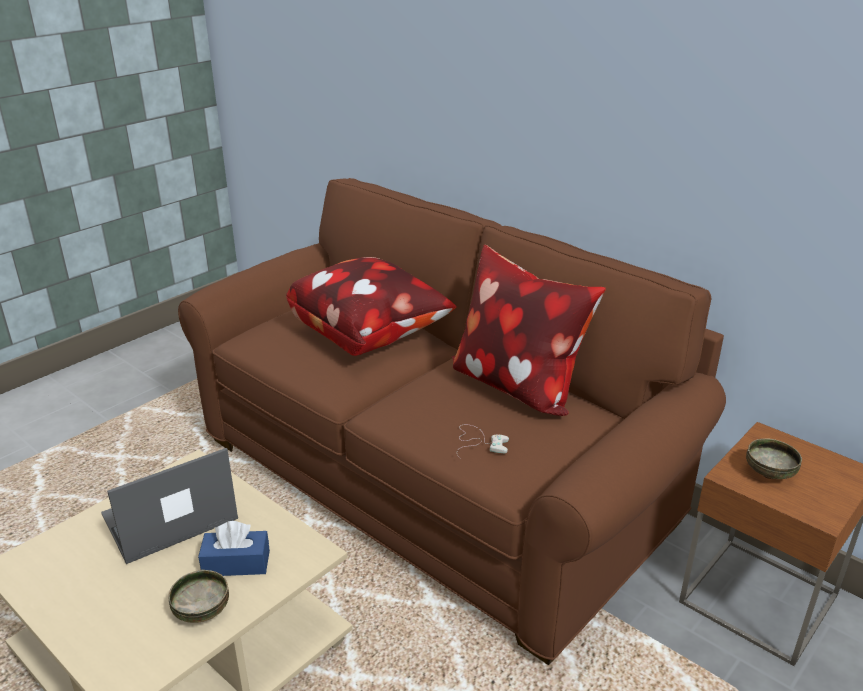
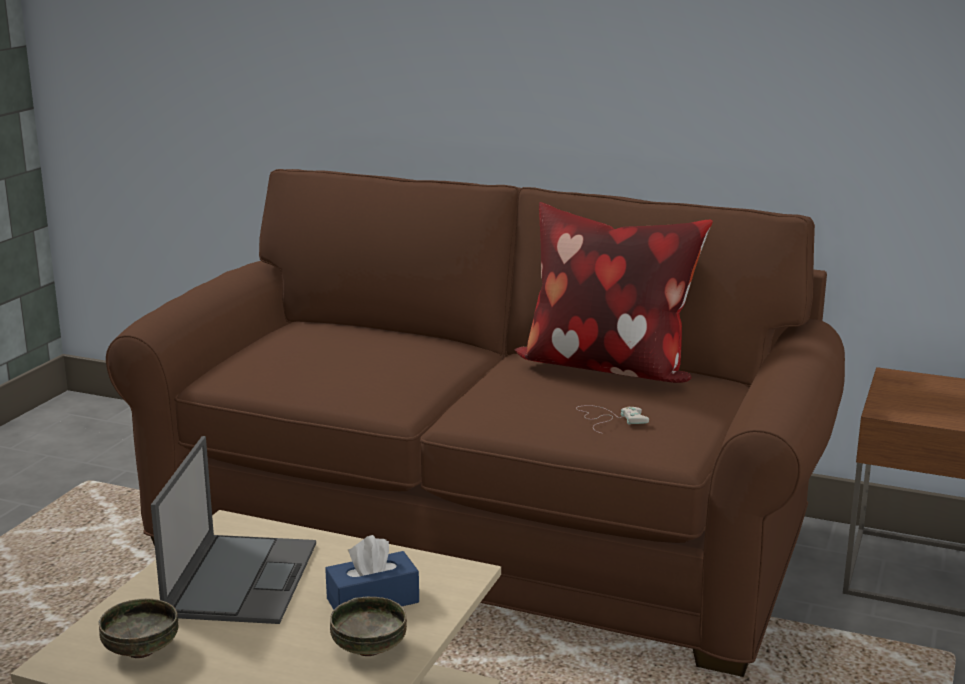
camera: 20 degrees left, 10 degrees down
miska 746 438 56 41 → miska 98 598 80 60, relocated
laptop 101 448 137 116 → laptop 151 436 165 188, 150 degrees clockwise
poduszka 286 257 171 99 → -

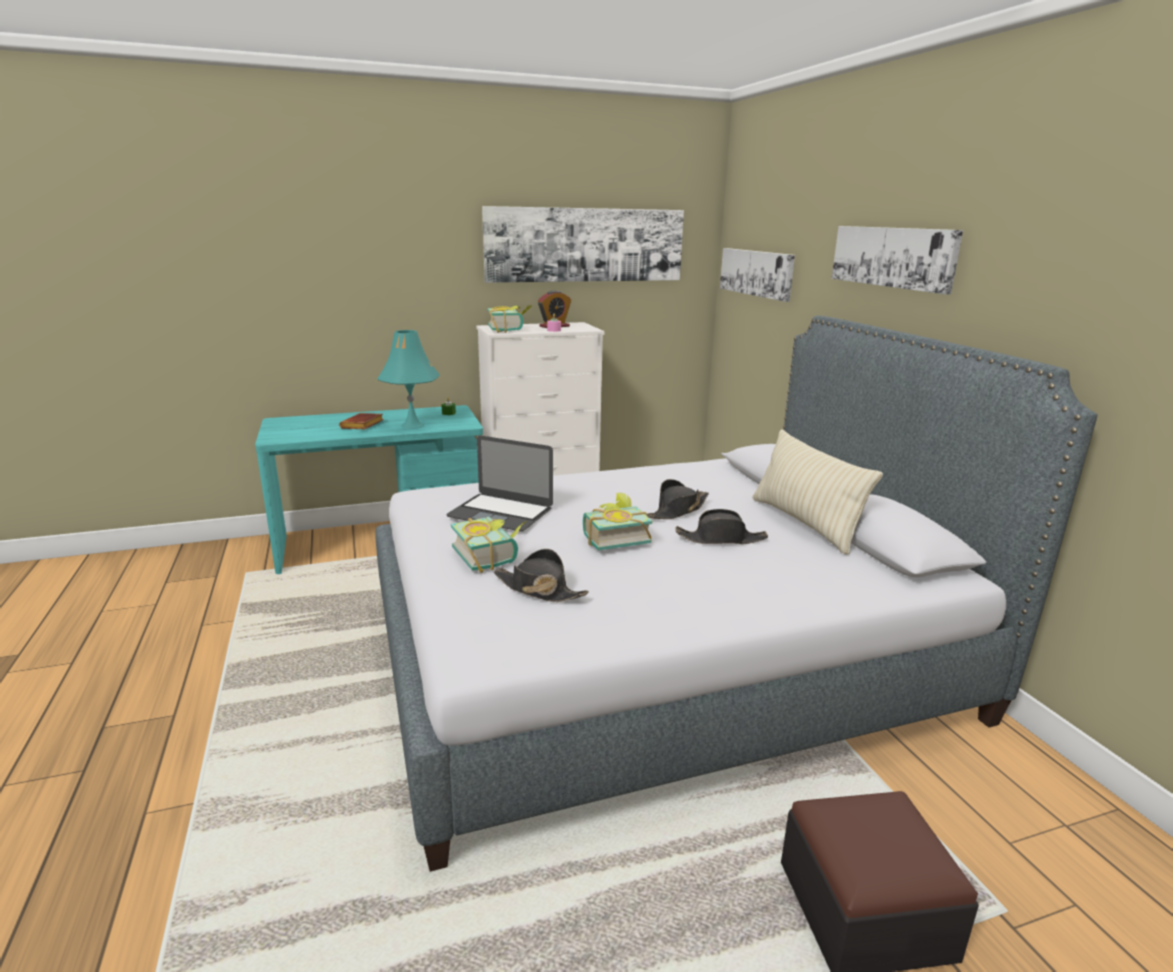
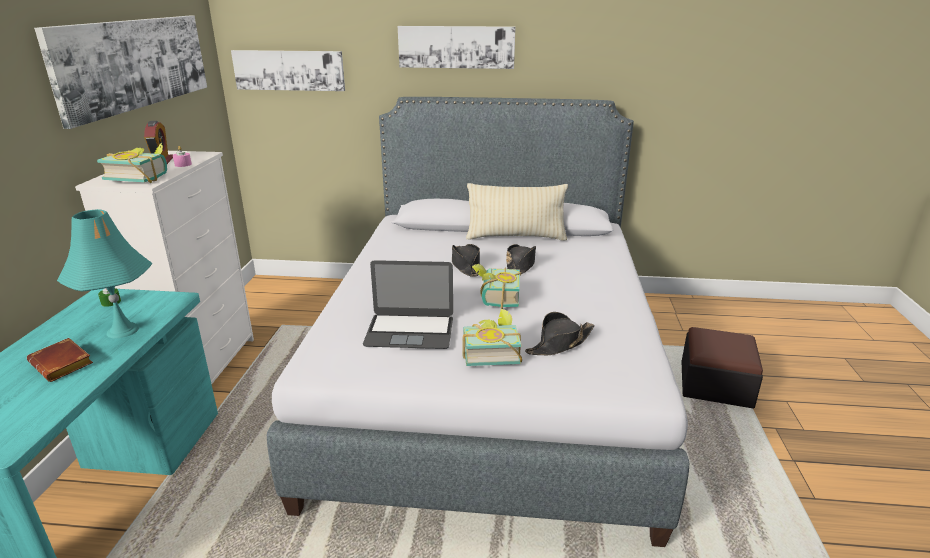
camera: 65 degrees left, 5 degrees up
laptop 446 435 107 96 → laptop 363 260 90 89, 45 degrees clockwise

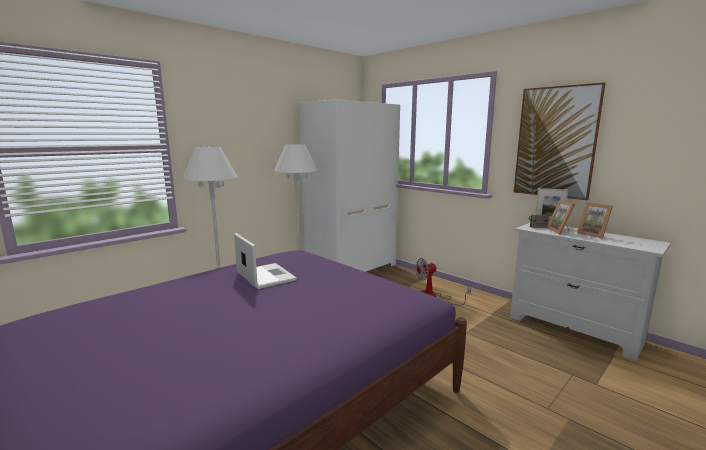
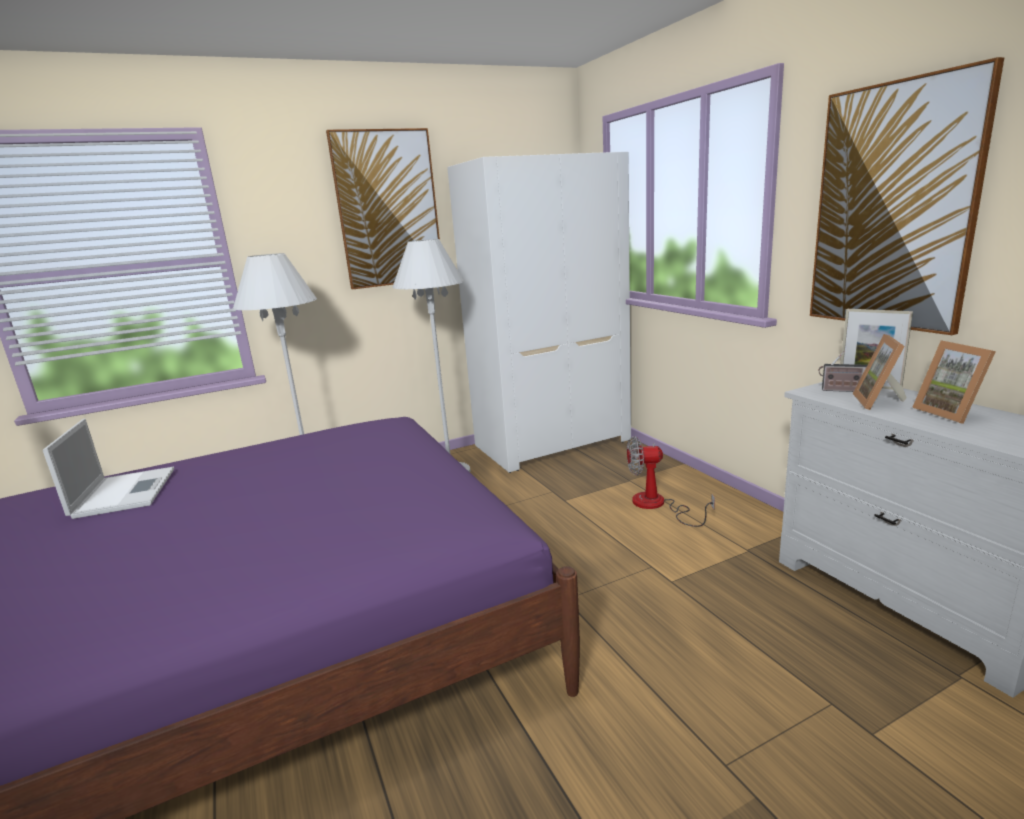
camera: 20 degrees right, 5 degrees up
laptop 234 233 63 56 → laptop 43 419 131 100, relocated
- → obraz 326 128 114 162

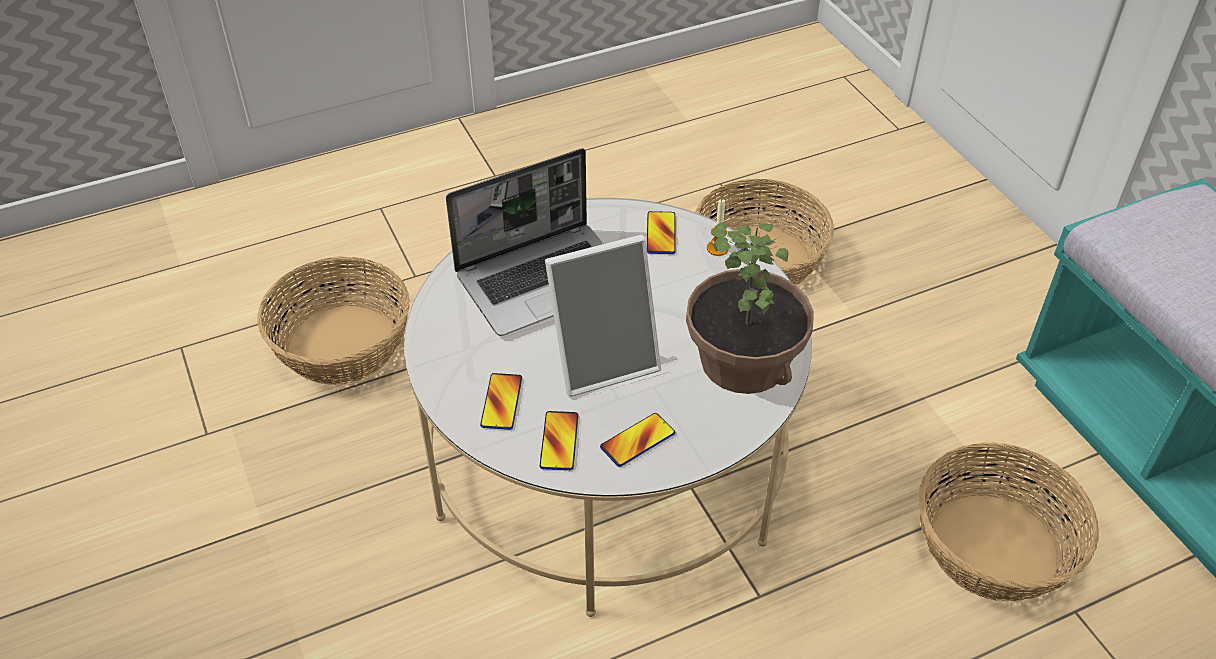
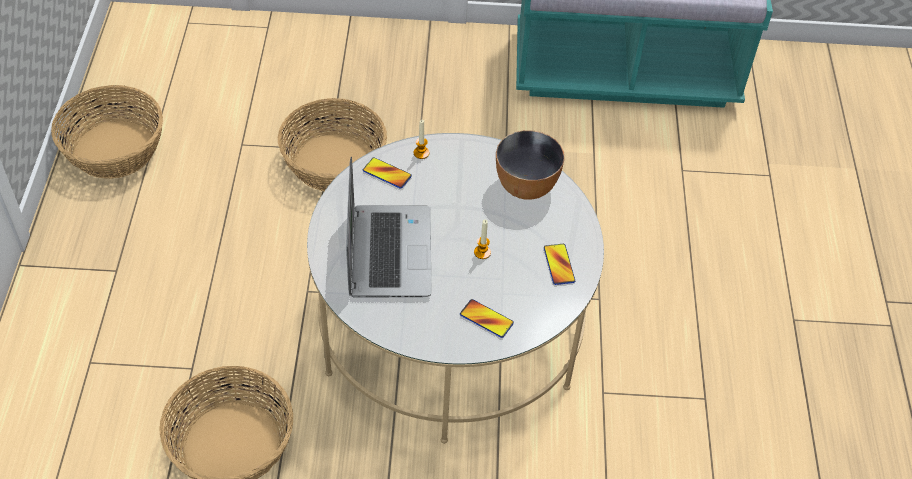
camera: 65 degrees left, 5 degrees up
koszyk 919 442 180 159 → koszyk 51 85 112 94, relocated
ramka na zdjęcie 545 235 116 162 → świeca 474 219 17 40
roślina doniczkowa 686 222 128 172 → miska 496 130 69 70
telefon 540 411 38 59 → -

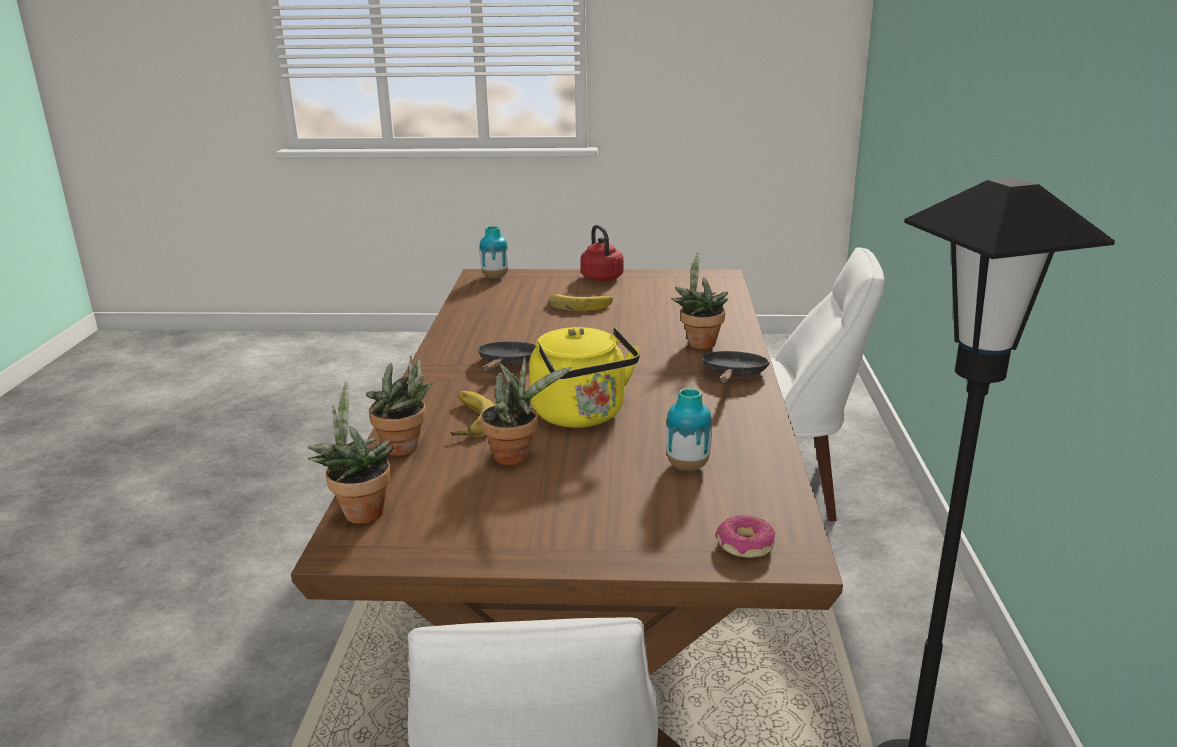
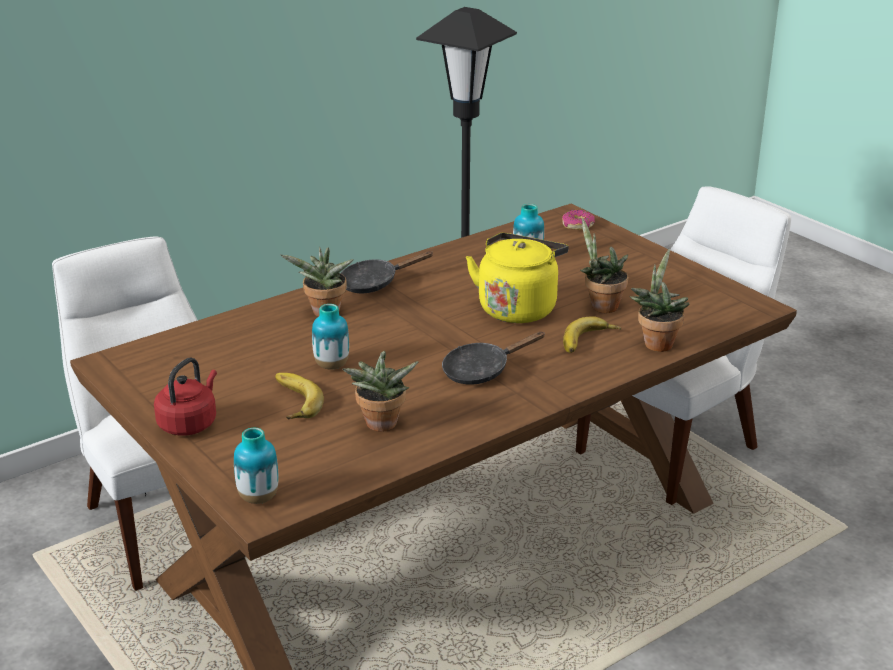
camera: 130 degrees left, 5 degrees up
- → wazon 312 304 37 65
roślina doniczkowa 308 381 85 143 → roślina doniczkowa 342 351 77 81, relocated

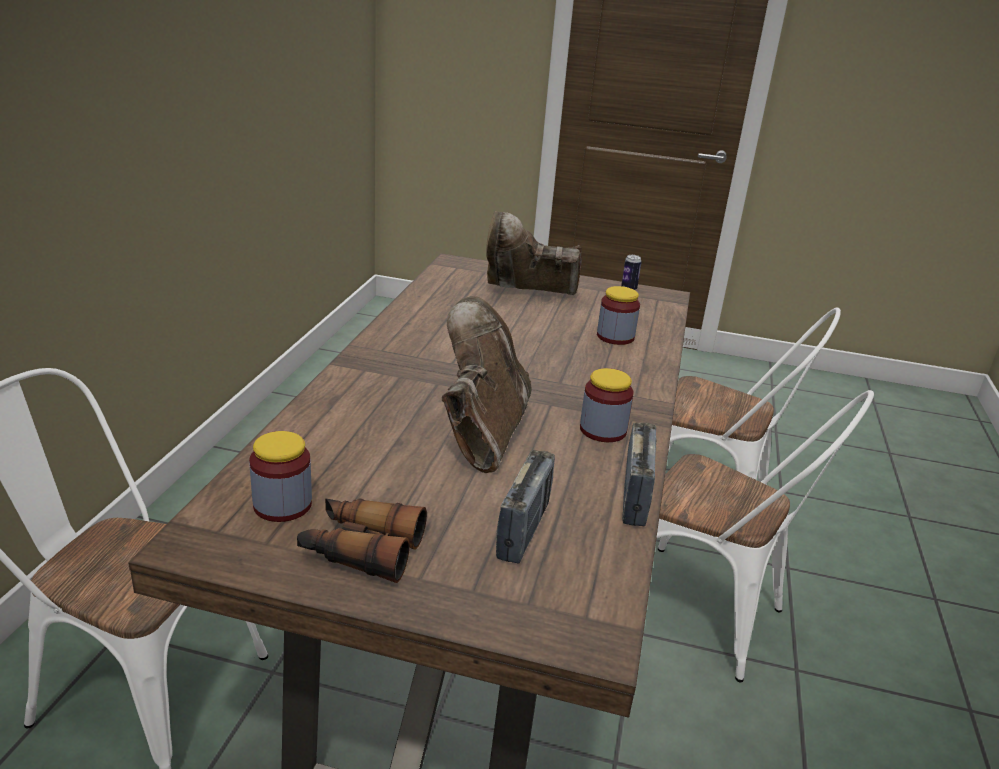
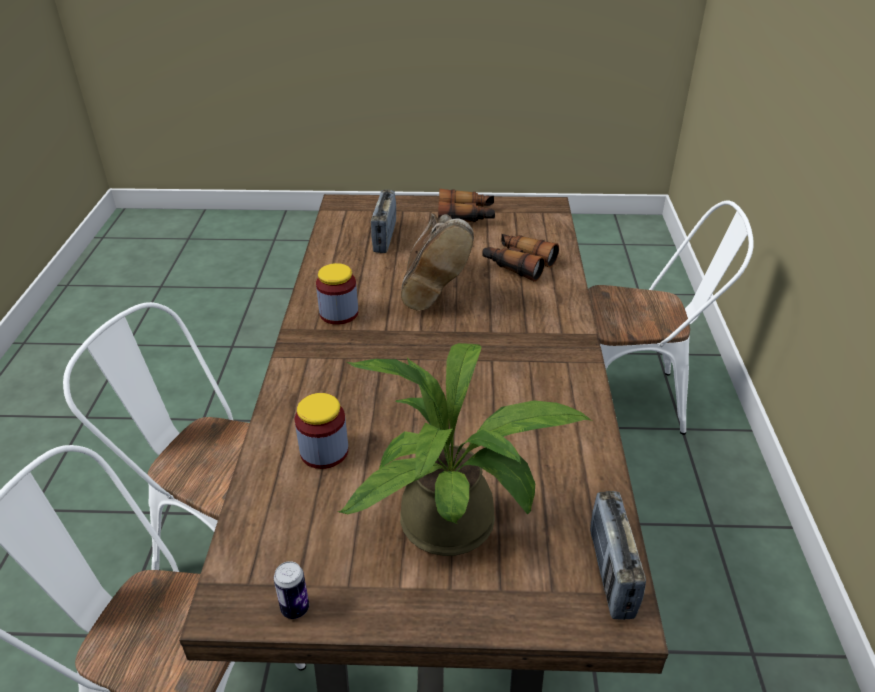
camera: 170 degrees right, 10 degrees up
but z cholewką (brązowy) 486 211 96 84 → roślina doniczkowa 338 343 254 213
- → lornetka 482 234 77 48
radio 622 422 34 104 → radio 590 491 56 129, relocated
słoik 249 431 63 91 → -

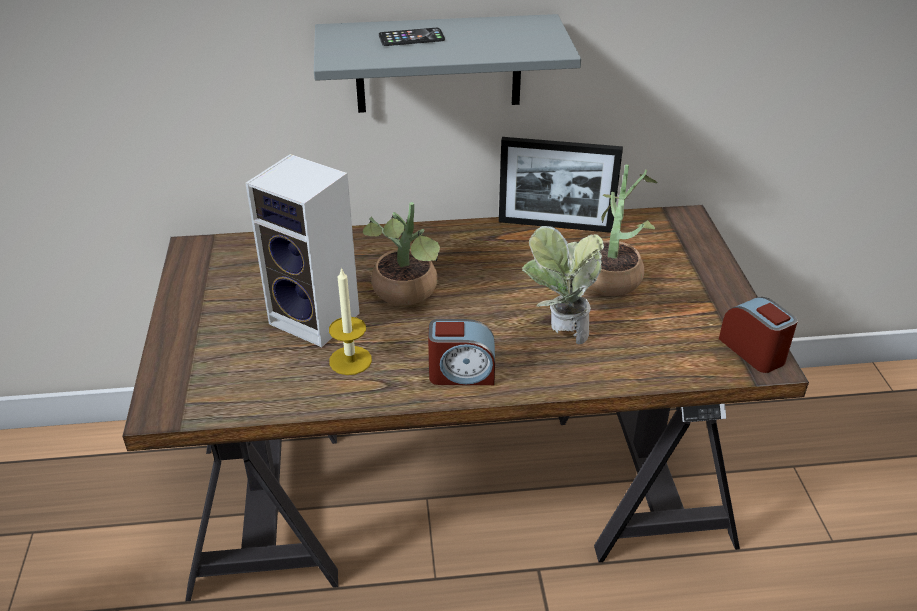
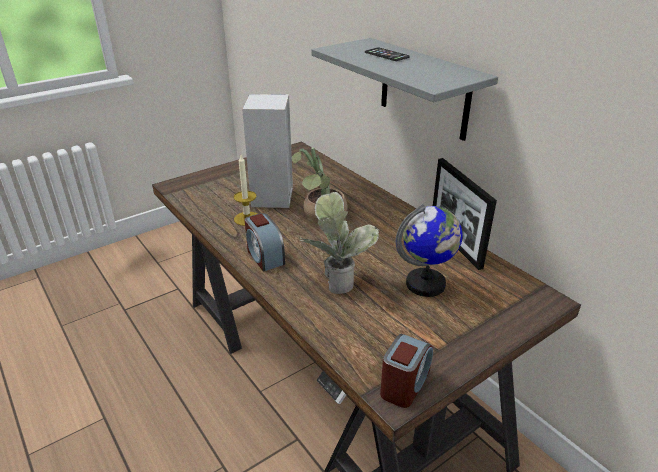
camera: 60 degrees right, 5 degrees down
roślina doniczkowa 588 165 70 131 → globus 396 204 67 93

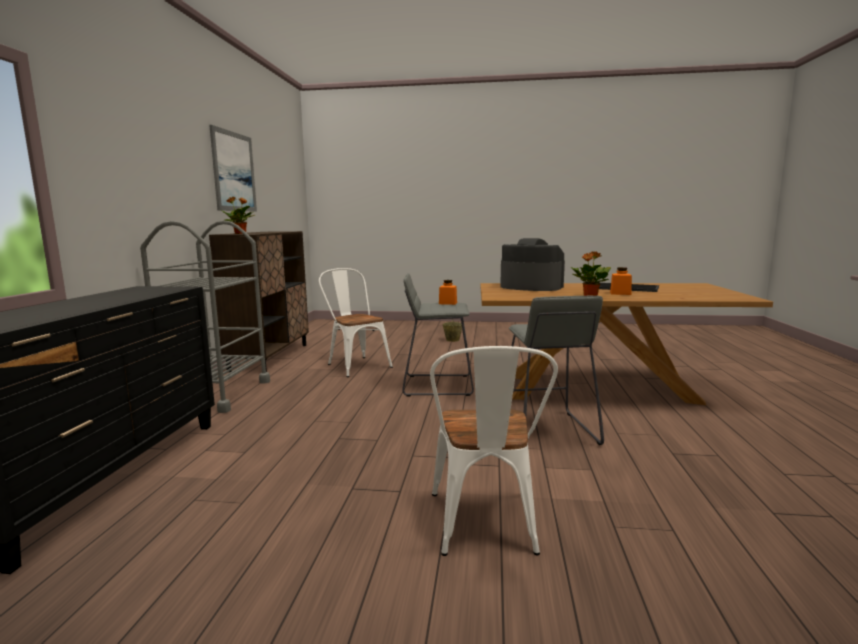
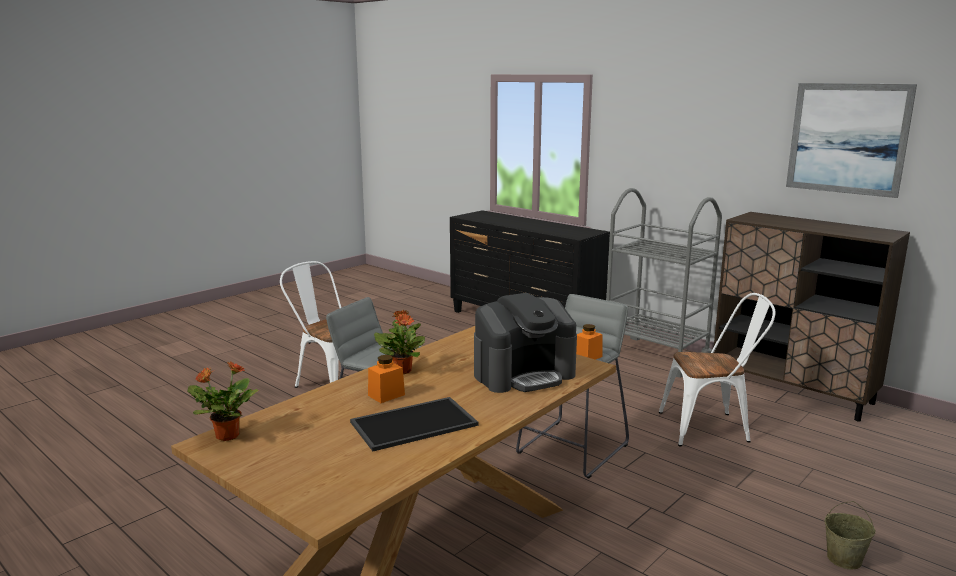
camera: 125 degrees right, 5 degrees up
roślina doniczkowa 222 197 33 37 → roślina doniczkowa 188 361 70 80, relocated

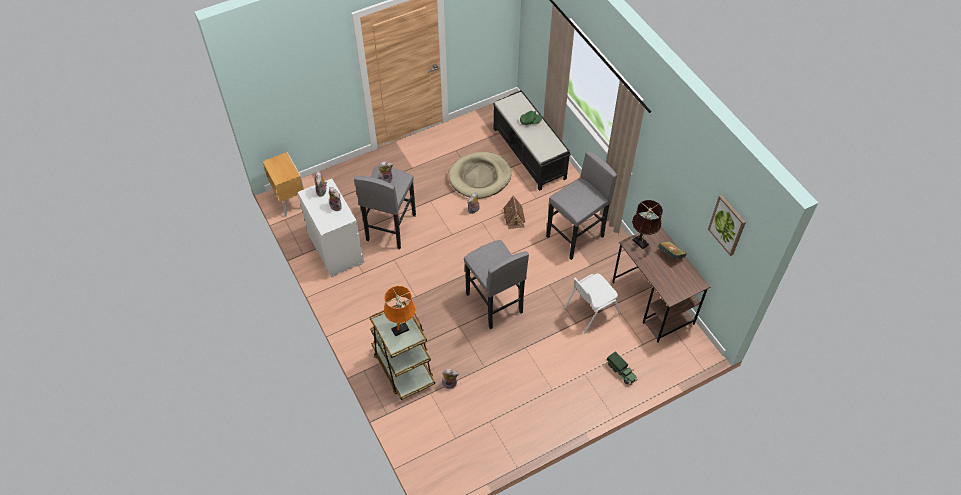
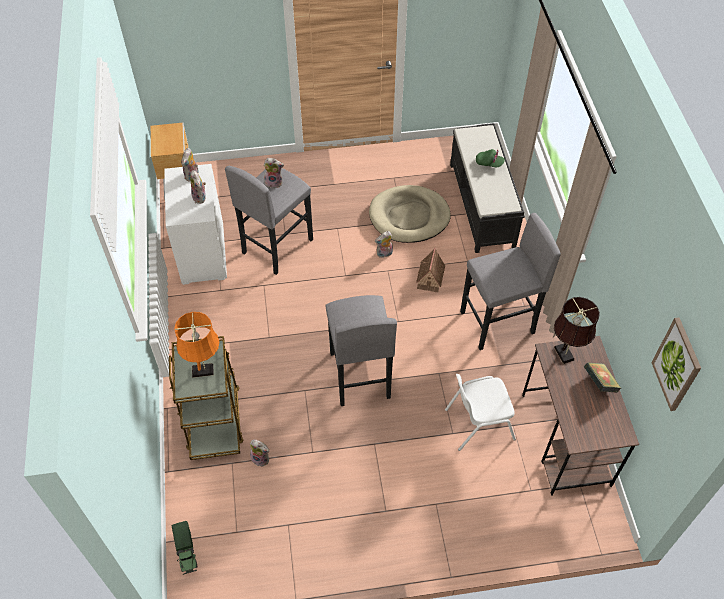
camera: 20 degrees right, 0 degrees up
ciężarówka zabawkowa 607 351 31 34 → ciężarówka zabawkowa 171 521 26 54, relocated

